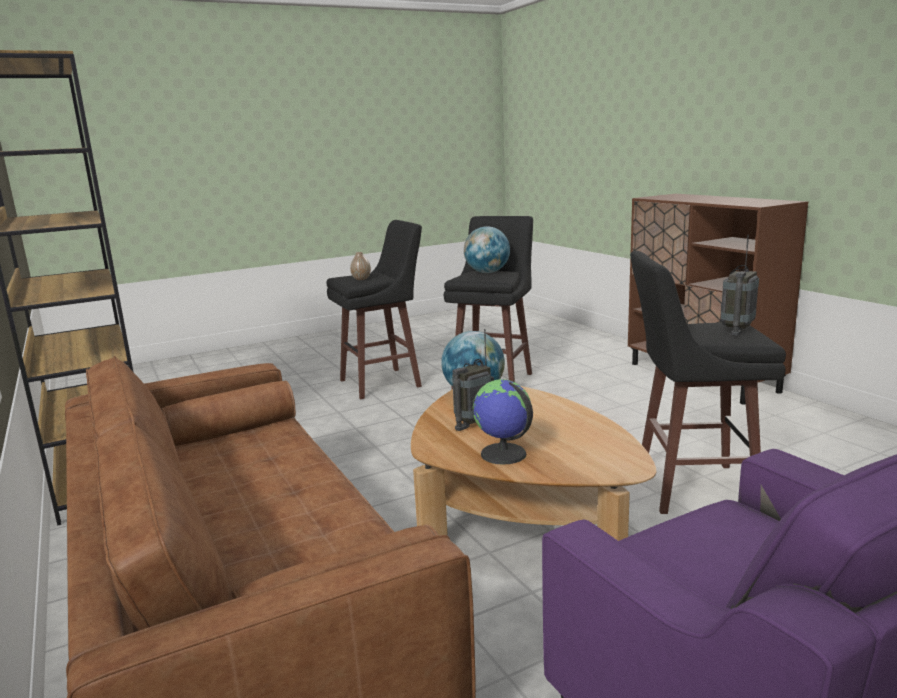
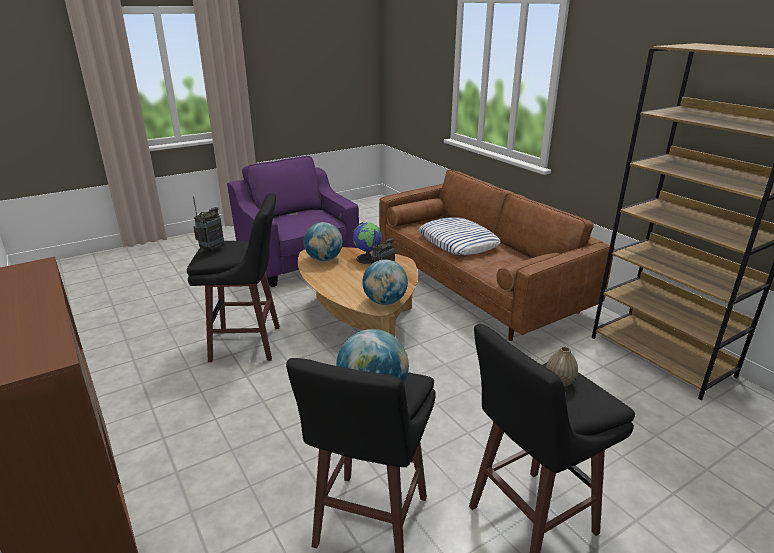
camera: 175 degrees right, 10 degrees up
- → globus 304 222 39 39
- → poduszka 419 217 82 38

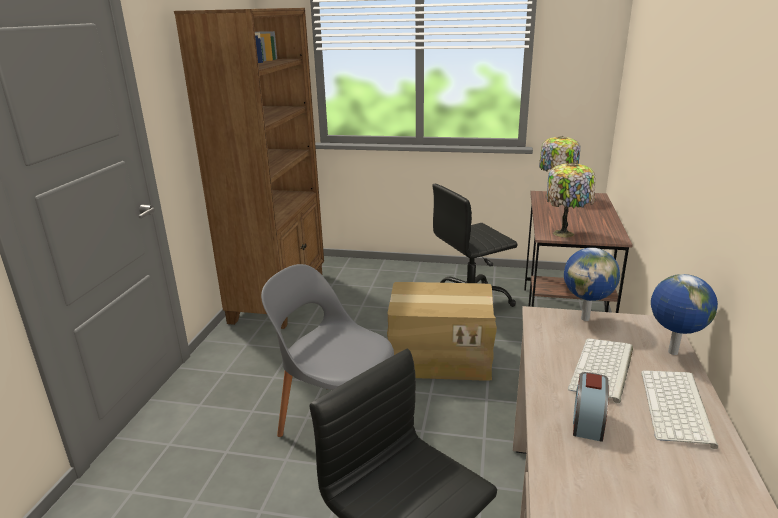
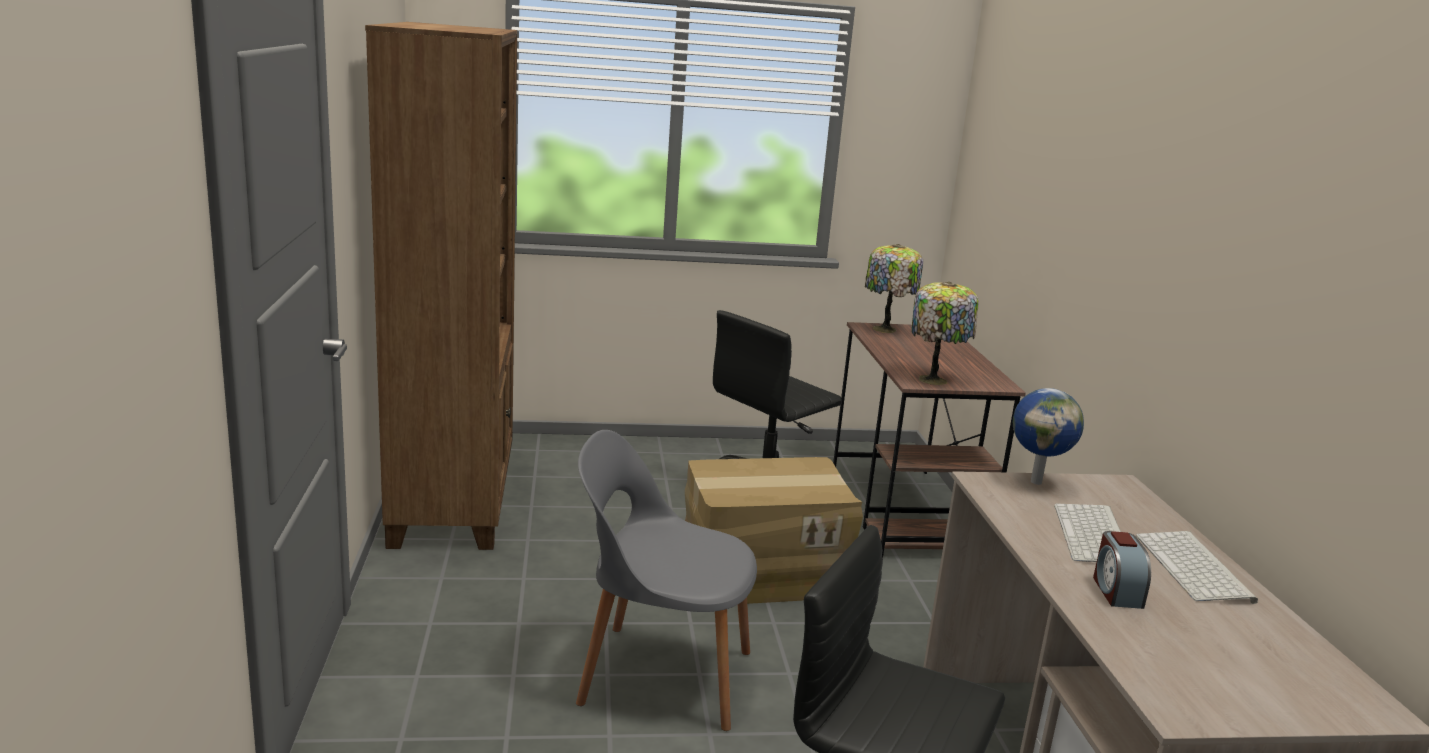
camera: 20 degrees left, 5 degrees down
globus 651 274 67 81 → -

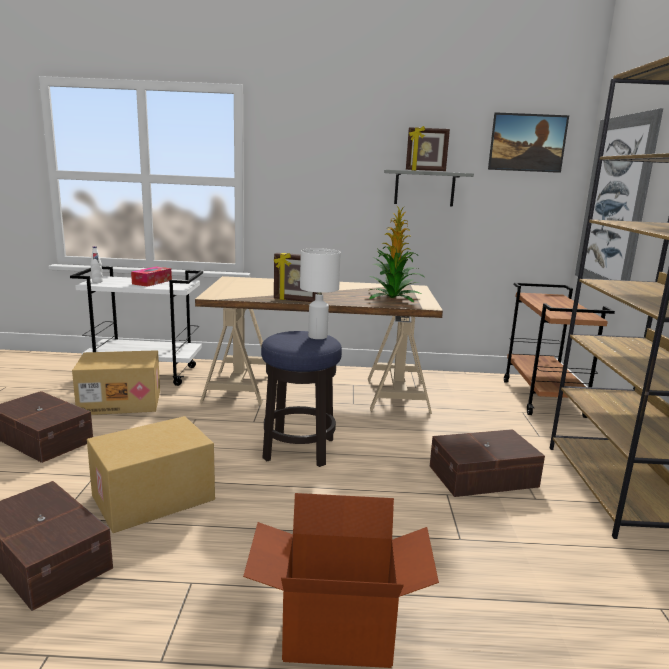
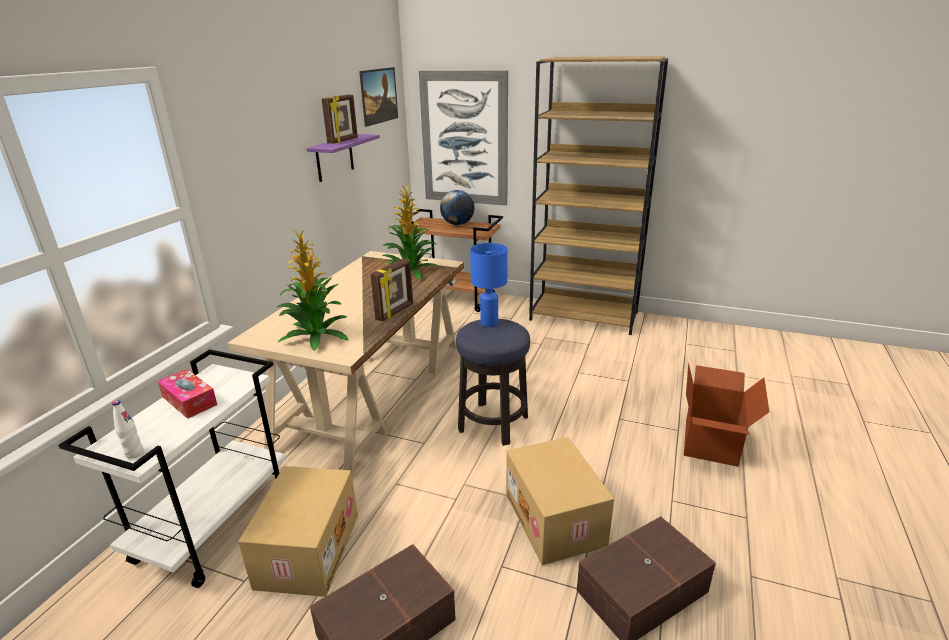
camera: 70 degrees left, 10 degrees up
- → roślina doniczkowa 276 230 72 121
półka (szary) 384 170 90 36 → półka (fioletowy) 307 134 73 48
- → globus 440 190 35 35
lampa stołowa (biały) 300 248 41 91 → lampa stołowa (niebieski) 470 243 38 84
pojemnik do przechowywania (brązowy) 430 429 115 68 → -

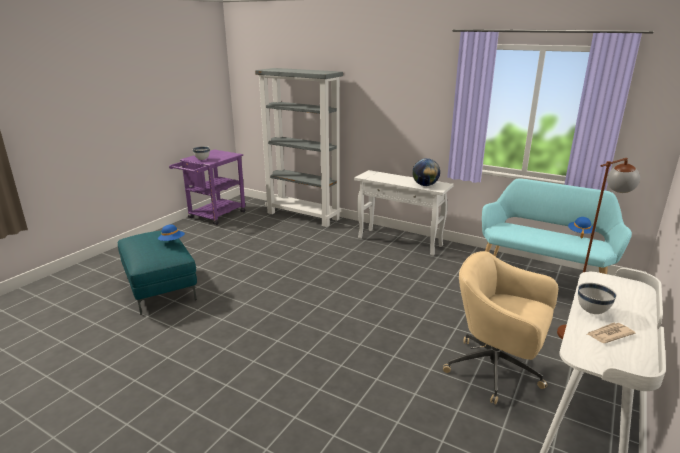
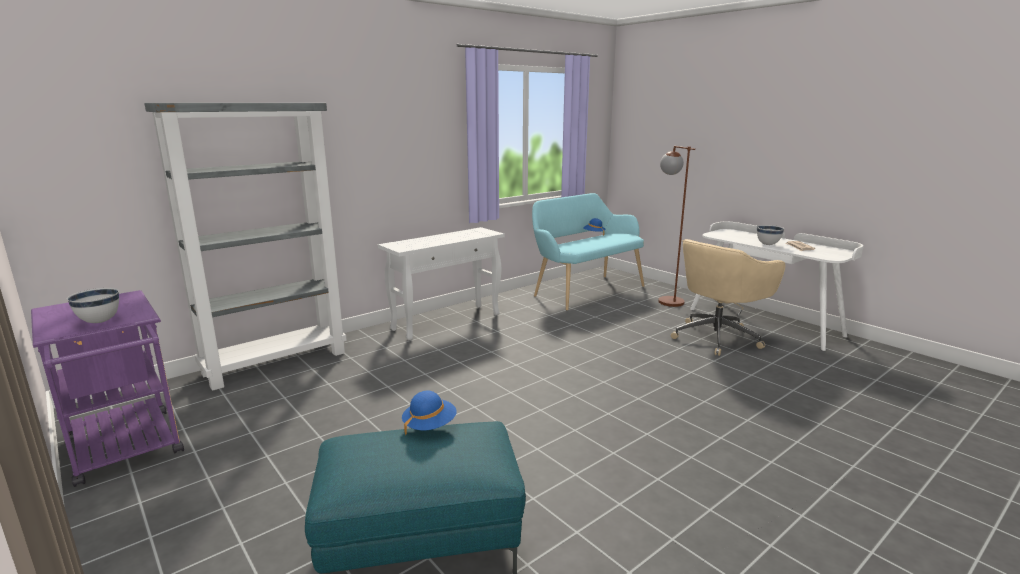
camera: 70 degrees left, 5 degrees down
globus 412 158 28 28 → -

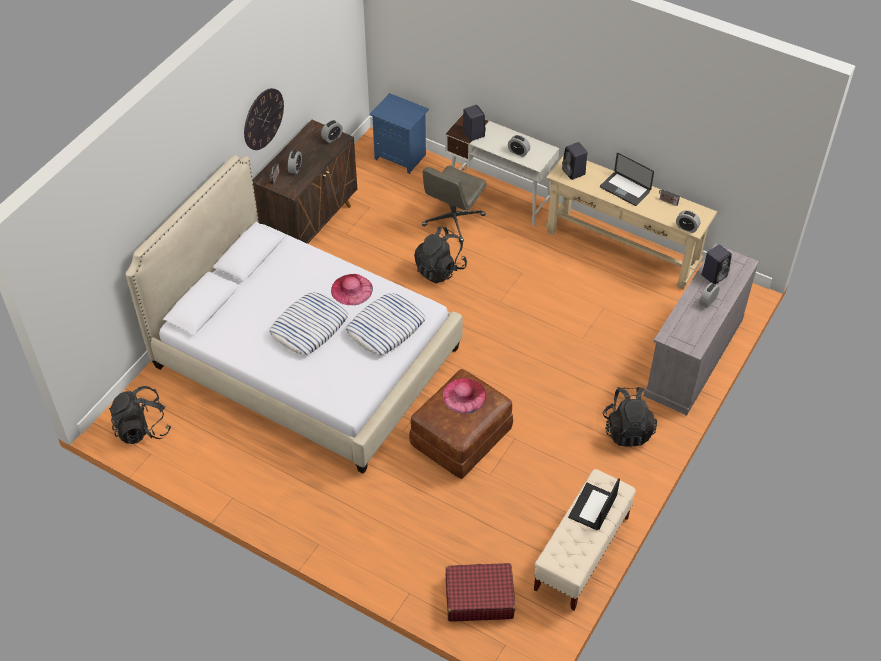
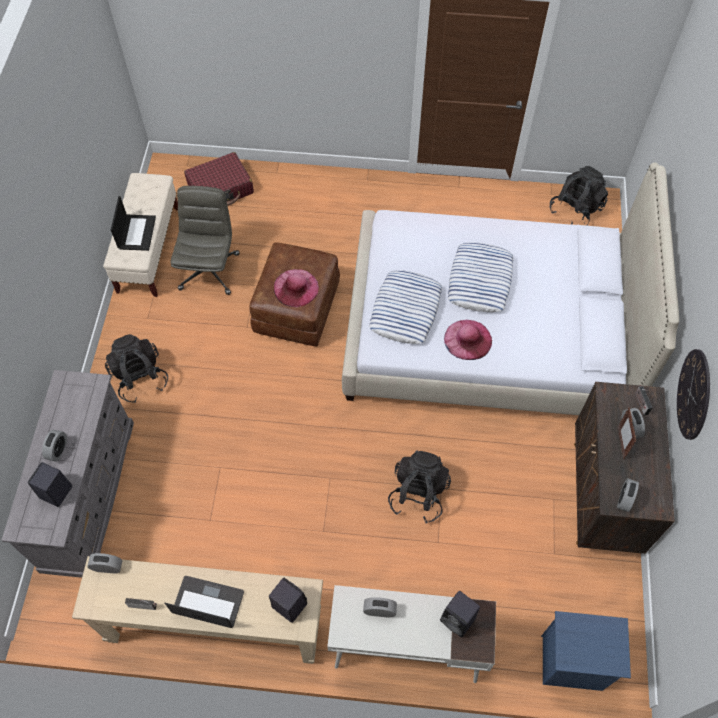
camera: 155 degrees right, 10 degrees up
krzesło biurowe (szary) 422 166 65 76 → krzesło biurowe (szary) 170 186 69 109, relocated
- → ramka na zdjęcie 618 407 18 52

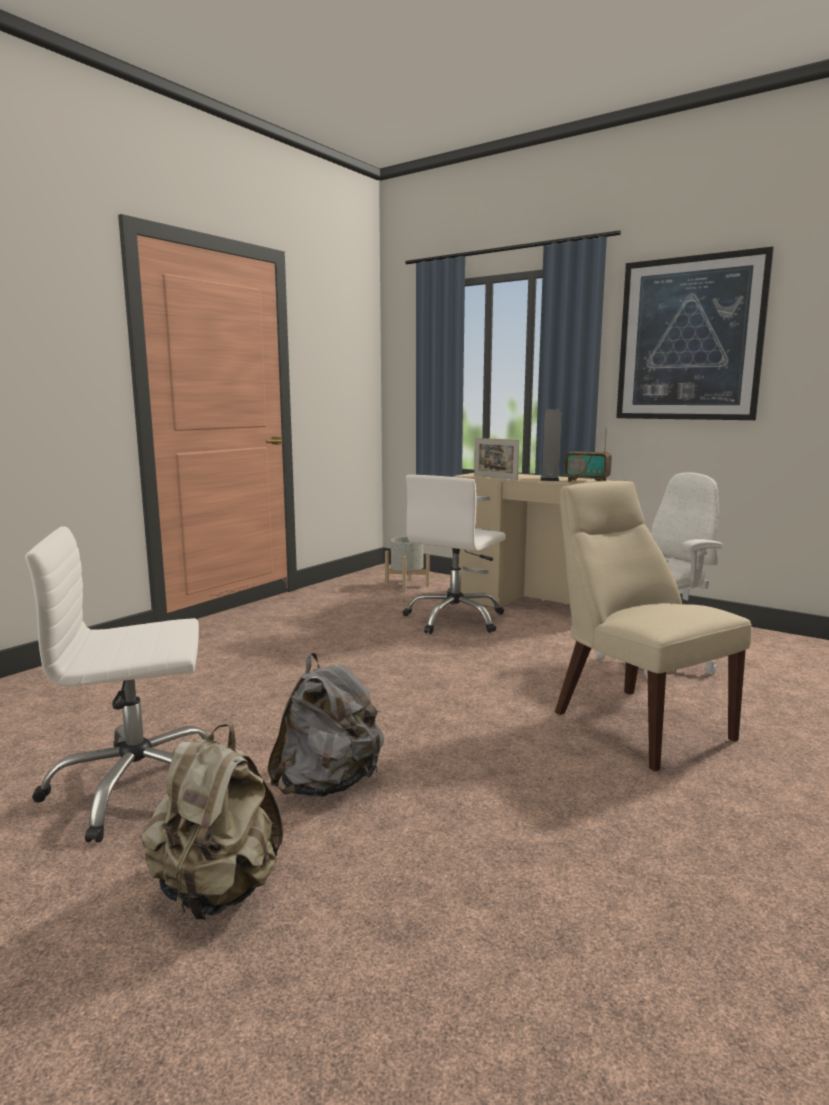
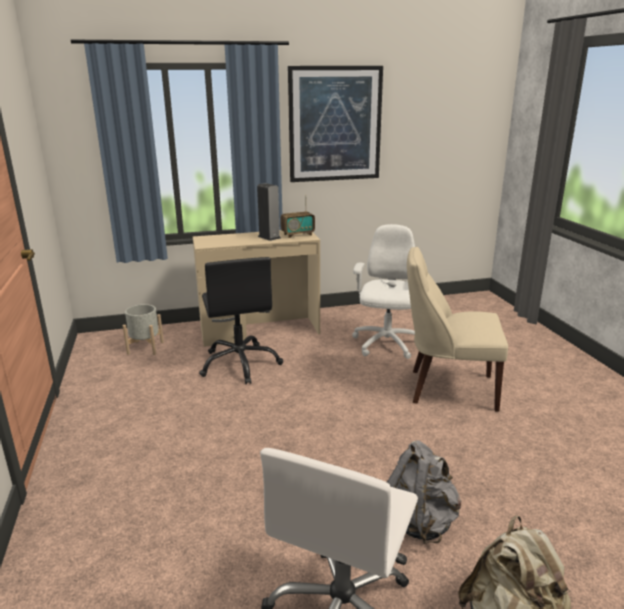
camera: 50 degrees left, 10 degrees up
krzesło biurowe (biały) 402 475 104 159 → krzesło biurowe (czarny) 199 257 84 127
ramka na zdjęcie 474 438 45 42 → -

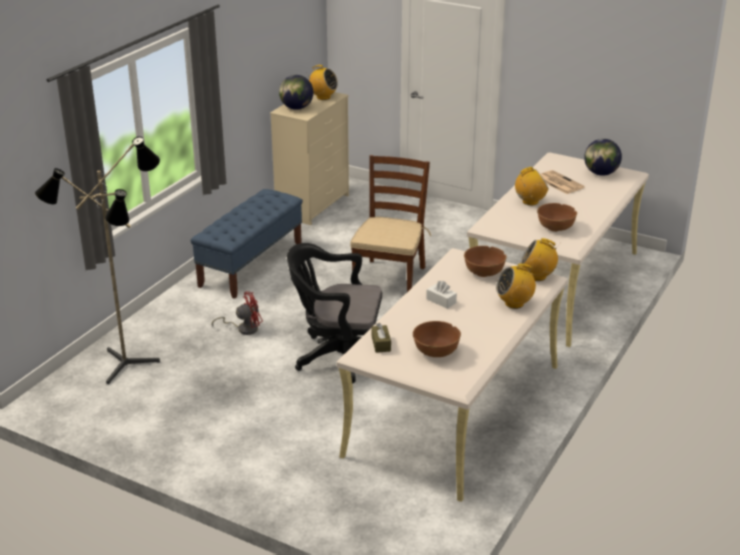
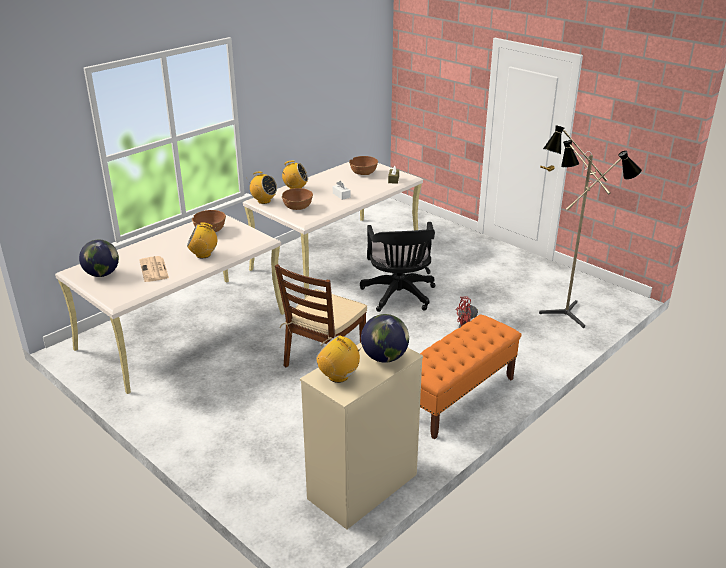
camera: 165 degrees left, 0 degrees up
krzesło biurowe (czarny) 287 243 95 141 → krzesło biurowe (czarny) 360 222 76 90, 60 degrees clockwise
ławka (niebieski) 191 189 112 110 → ławka (pomarańczowy) 420 314 102 125

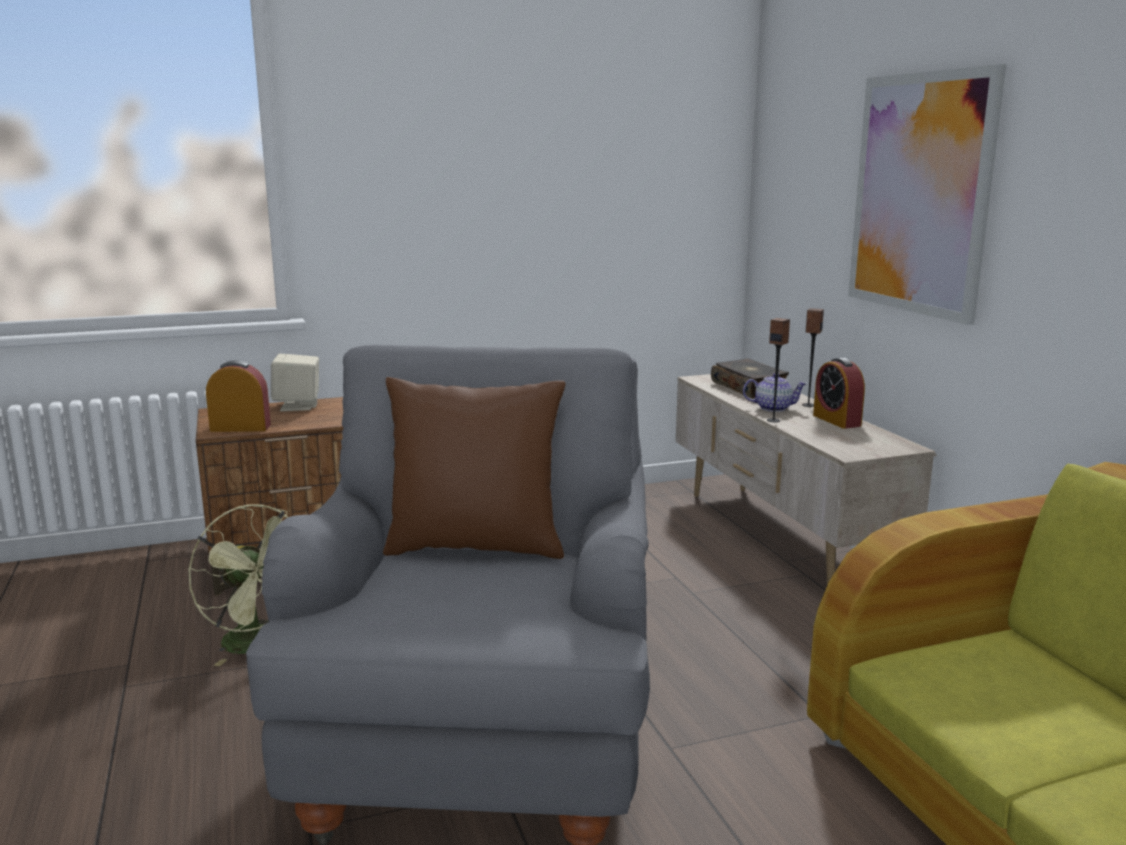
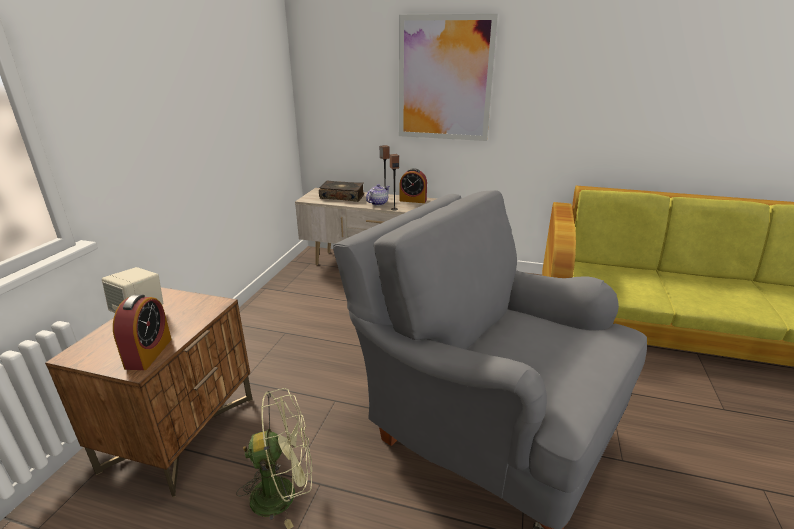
camera: 55 degrees left, 10 degrees up
budzik 206 360 65 72 → budzik 113 294 59 76, 150 degrees clockwise
poduszka (brązowy) 383 377 183 182 → -

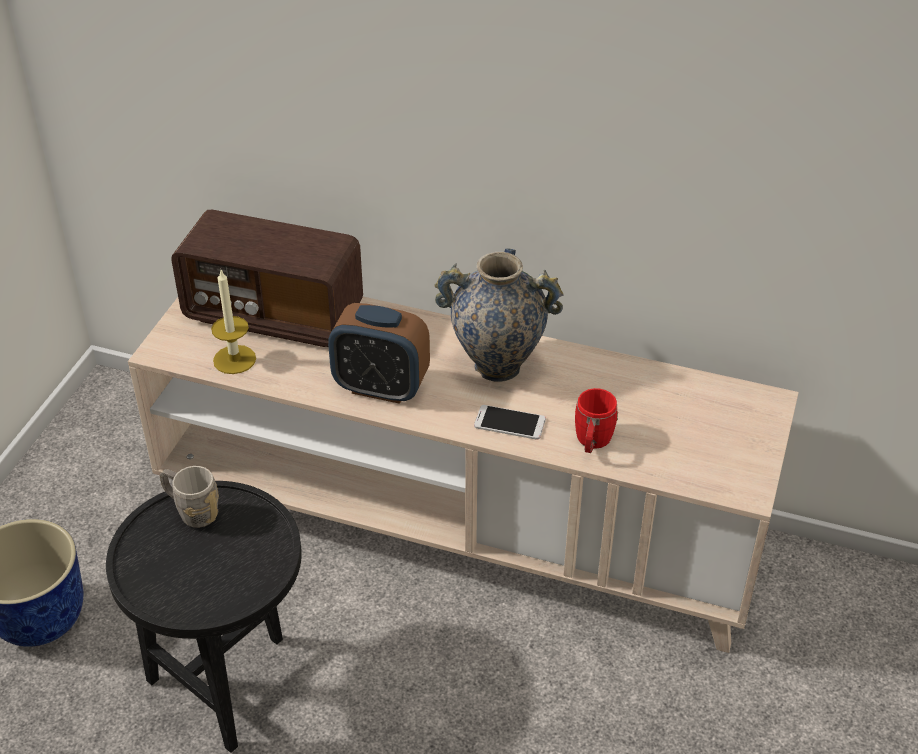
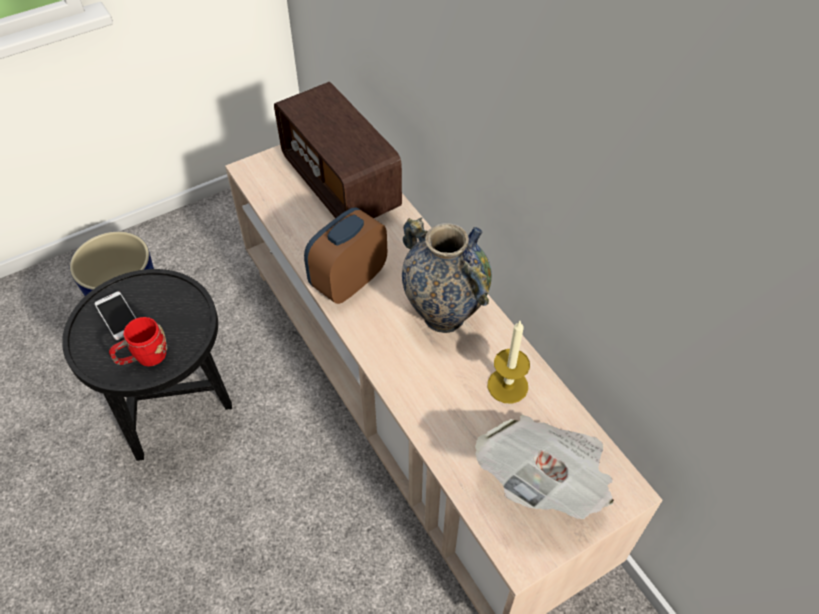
camera: 40 degrees right, 10 degrees up
telefon 474 405 72 35 → telefon 94 291 42 49, relocated
kubek (czerwony) 575 388 43 65 → kubek (czerwony) 109 317 58 49, relocated
budzik 328 303 102 101 → budzik 304 207 83 97, 75 degrees clockwise
- → gazeta 475 415 139 104
świeca 211 270 45 104 → świeca 488 321 42 83, relocated
kubek (szary) 160 466 59 62 → -

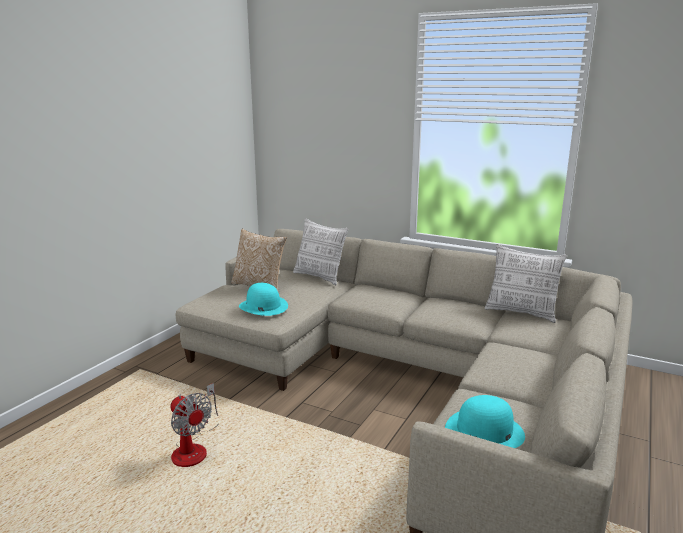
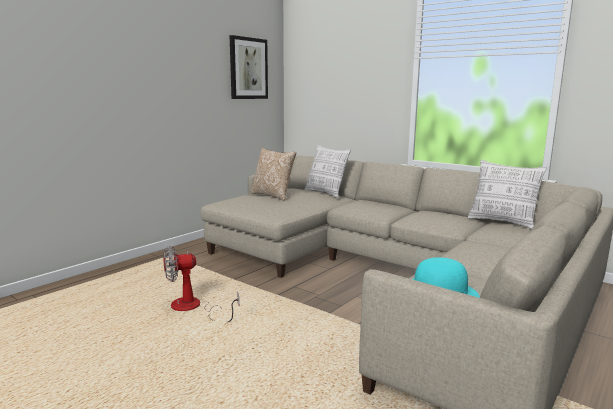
camera: 10 degrees right, 5 degrees down
wentylator 170 383 49 84 → wentylator 163 245 76 77, 105 degrees clockwise
- → obraz 230 35 38 64
kapelusz (turkusowy) 239 283 49 33 → -

